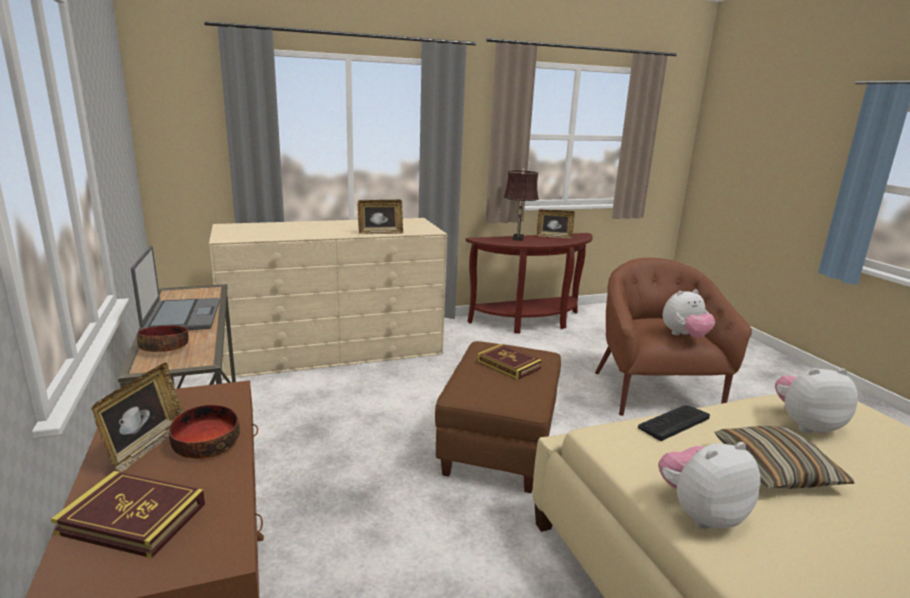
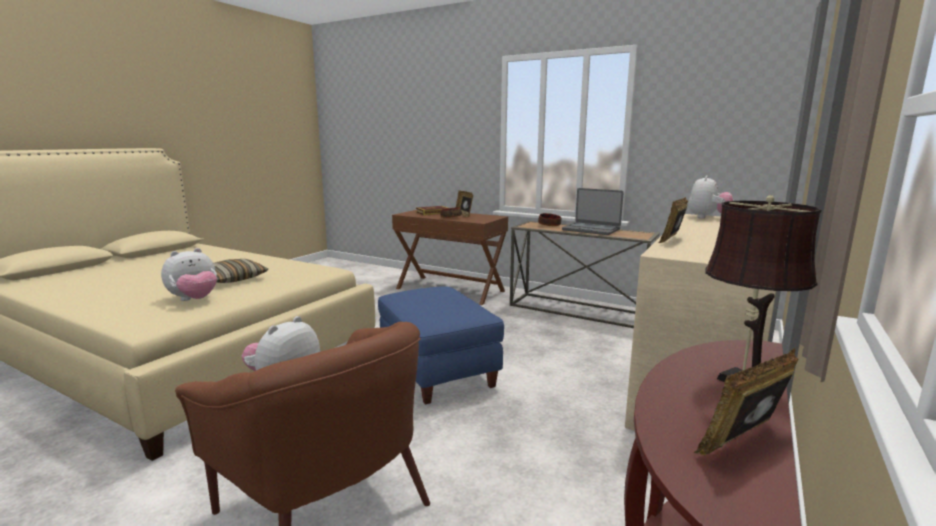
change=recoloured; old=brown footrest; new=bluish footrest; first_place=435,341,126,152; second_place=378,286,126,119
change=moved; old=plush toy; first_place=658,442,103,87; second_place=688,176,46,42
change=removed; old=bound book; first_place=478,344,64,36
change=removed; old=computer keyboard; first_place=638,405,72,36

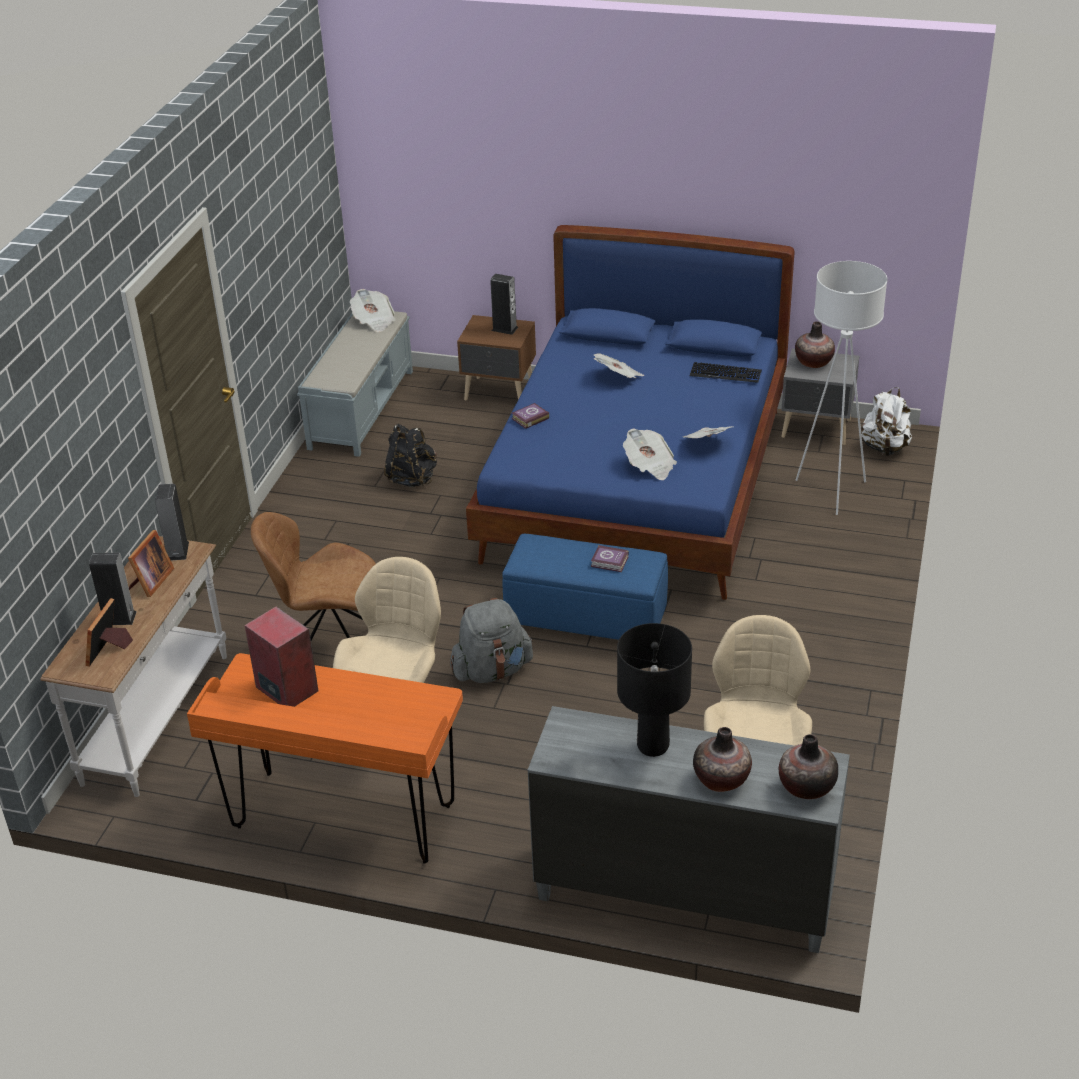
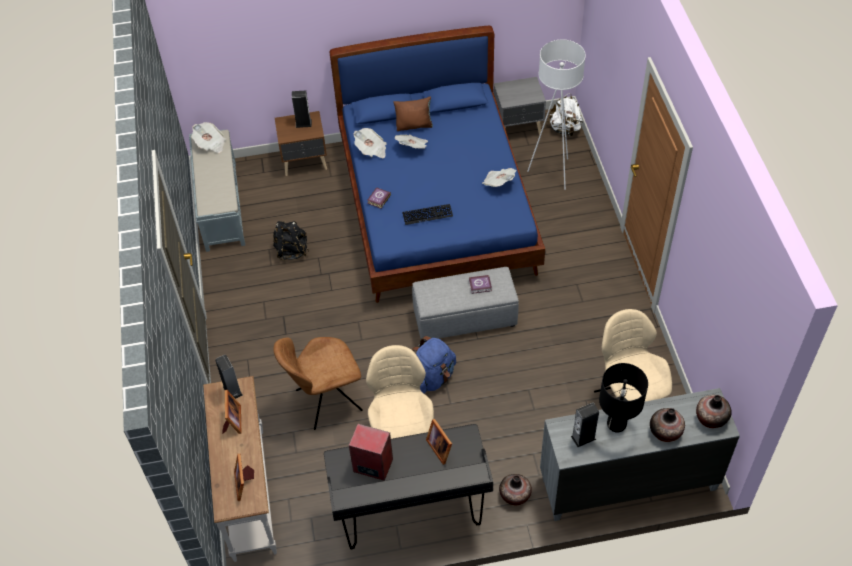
change=recoloured; old=orange desk unit; new=black desk unit; first_place=187,653,276,211; second_place=324,424,169,125
change=moved; old=printed paper; first_place=623,428,54,52; second_place=354,128,33,30
change=added; new=brown cushion; second_place=393,96,40,35
change=moved; old=computer keyboard; first_place=690,362,72,21; second_place=402,204,51,21
change=recoloured; old=bluish footrest; new=gray footrest; first_place=502,534,166,106; second_place=412,267,107,75
change=recoloured; old=gray backpack; new=bluish backpack; first_place=450,598,84,85; second_place=412,336,44,57
change=added; new=photo frame; second_place=426,419,26,46
change=moved; old=vase; first_place=795,321,40,47; second_place=499,474,33,31
change=moved; old=speaker; first_place=89,553,48,72; second_place=571,403,28,44

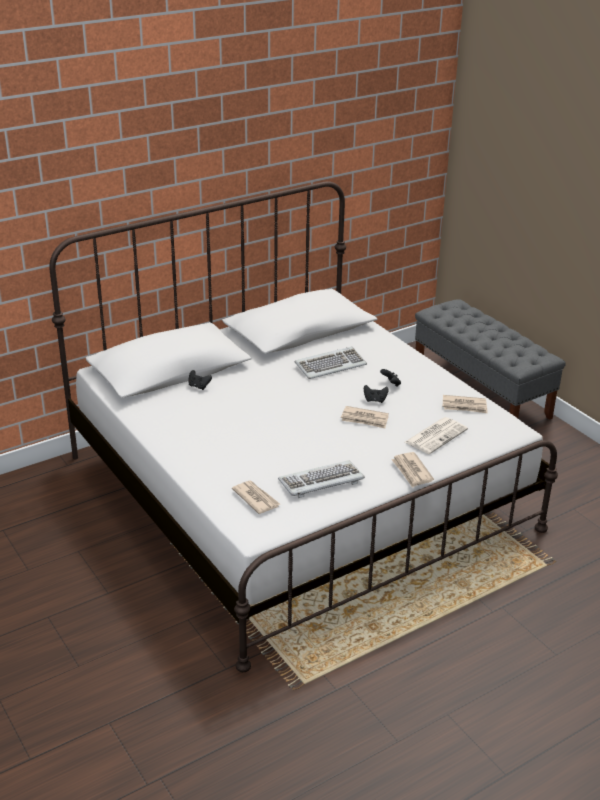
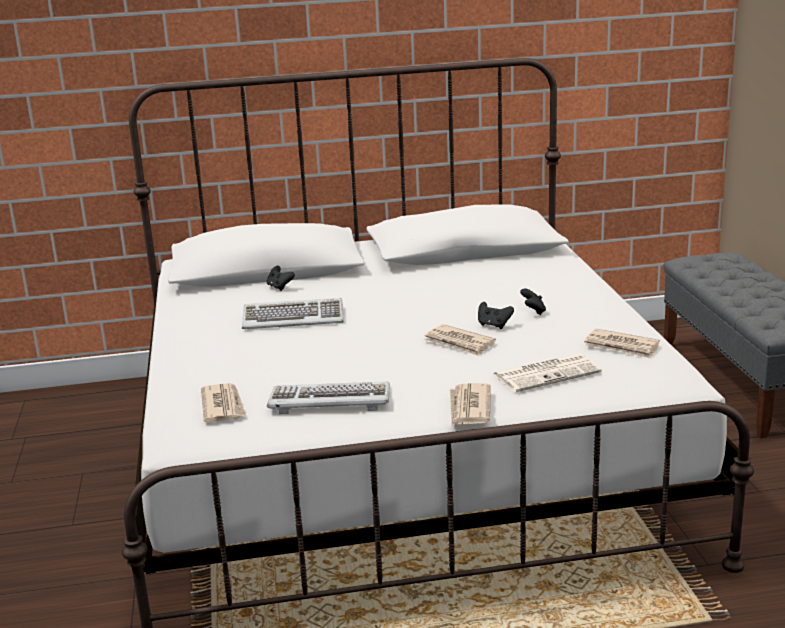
change=moved; old=computer keyboard; first_place=295,347,72,32; second_place=242,298,102,31

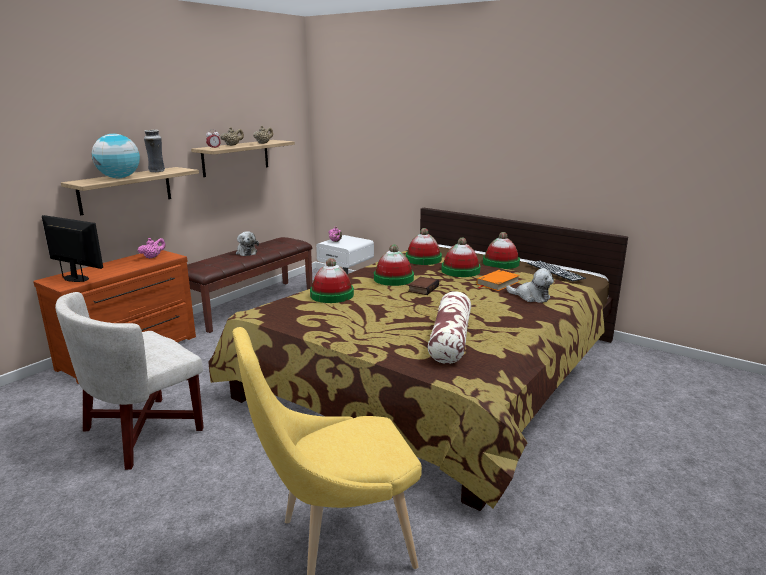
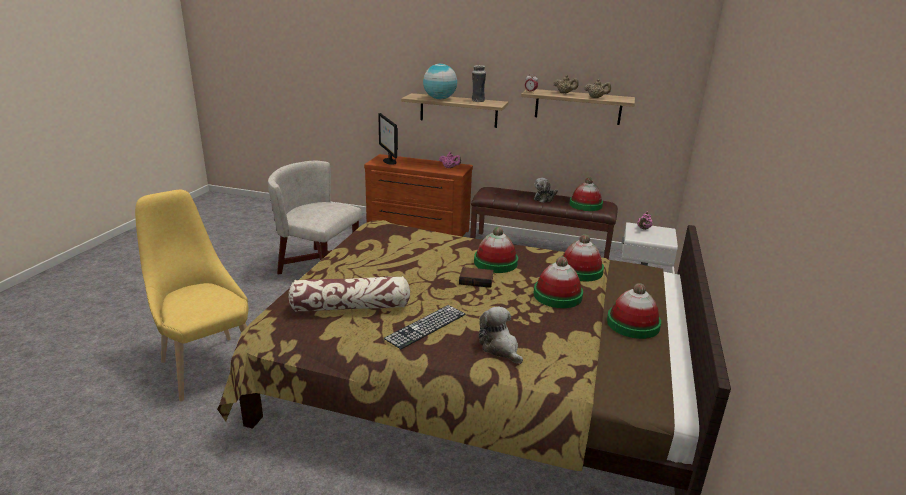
change=turned; old=computer display; first_place=42,215,61,67; second_place=378,113,20,52; degrees=150
change=moved; old=computer keyboard; first_place=527,260,59,21; second_place=384,305,82,44
change=turned; old=plush toy; first_place=506,268,48,35; second_place=479,307,44,57; degrees=135
change=moved; old=clothing hat; first_place=310,258,44,45; second_place=569,177,34,34
change=removed; old=orange bound book; first_place=477,270,43,21

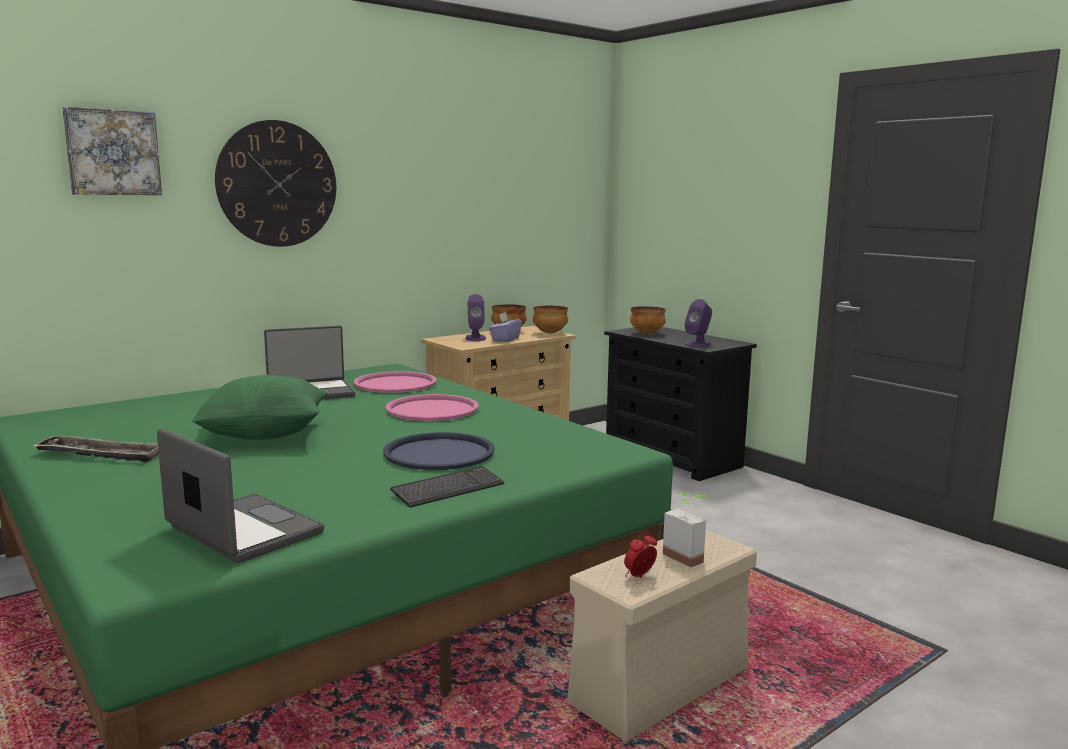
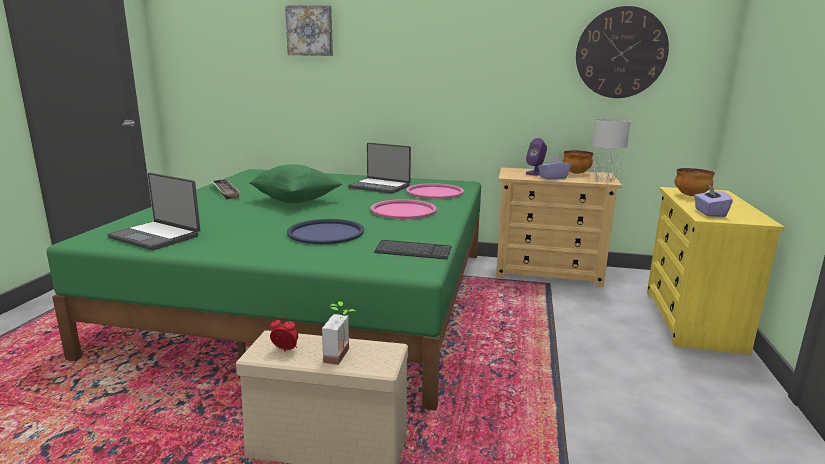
change=turned; old=portable computer; first_place=157,429,167,134; second_place=107,173,93,77; degrees=120
change=moved; old=computer keyboard; first_place=390,466,114,41; second_place=374,240,78,20
change=moved; old=wall clock; first_place=215,120,121,127; second_place=576,6,93,92
change=replaced; old=bowl; new=gray table lamp; first_place=533,306,35,27; second_place=592,118,39,64
change=recoloured; old=black drawer chest; new=yellow-coloured drawer chest; first_place=604,327,153,154; second_place=647,187,138,168
change=replaced; old=purple-coloured speaker; new=purple-coloured box of tissues; first_place=685,299,27,48; second_place=694,184,39,33

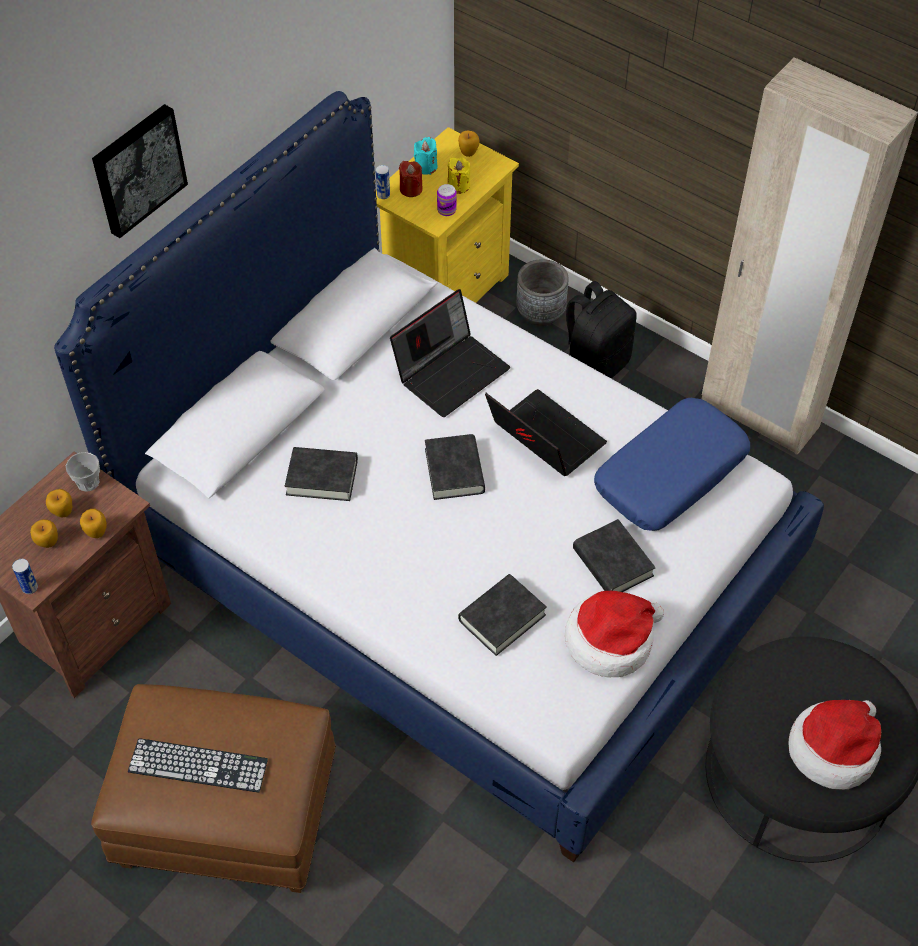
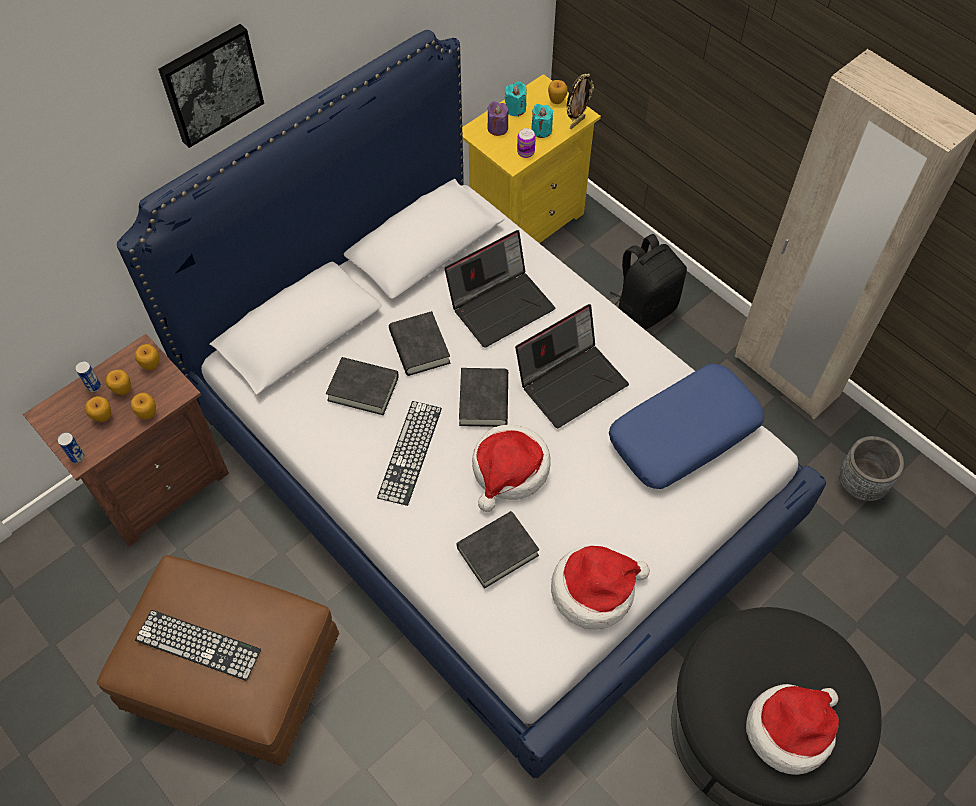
change=moved; old=metal can; first_place=376,165,14,34; second_place=75,361,26,31
change=replaced; old=small cup; new=apple; first_place=66,452,34,40; second_place=135,344,25,26
change=added; new=computer keyboard; second_place=377,401,65,105
change=moved; old=black bound book; first_place=573,519,82,73; second_place=389,311,61,65
change=added; new=clothing hat; second_place=472,424,79,88
change=recoloured; old=reddish candle; new=purple-coloured candle; first_place=399,161,24,36; second_place=487,101,22,35
change=turned; old=portable computer; first_place=485,389,122,87; second_place=515,304,114,124; degrees=90
change=recoloured; old=yellow-coloured candle; new=blue-green candle; first_place=447,158,23,36; second_place=531,104,22,34
change=added; new=photo frame; second_place=567,73,27,56
change=moved; old=gray planter; first_place=516,259,53,68; second_place=839,436,65,65

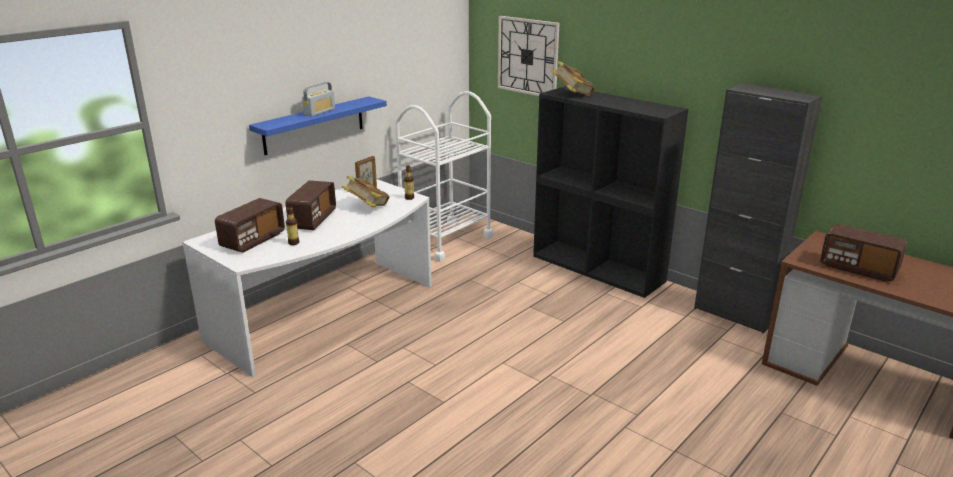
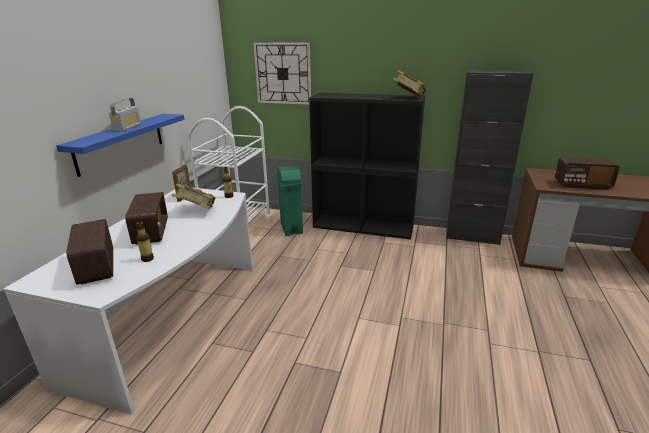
change=turned; old=radio receiver; first_place=215,198,70,55; second_place=66,219,47,66; degrees=150
change=added; new=green-coloured waste bin; second_place=277,166,26,70
change=moved; old=bound book; first_place=552,61,43,35; second_place=393,70,33,28

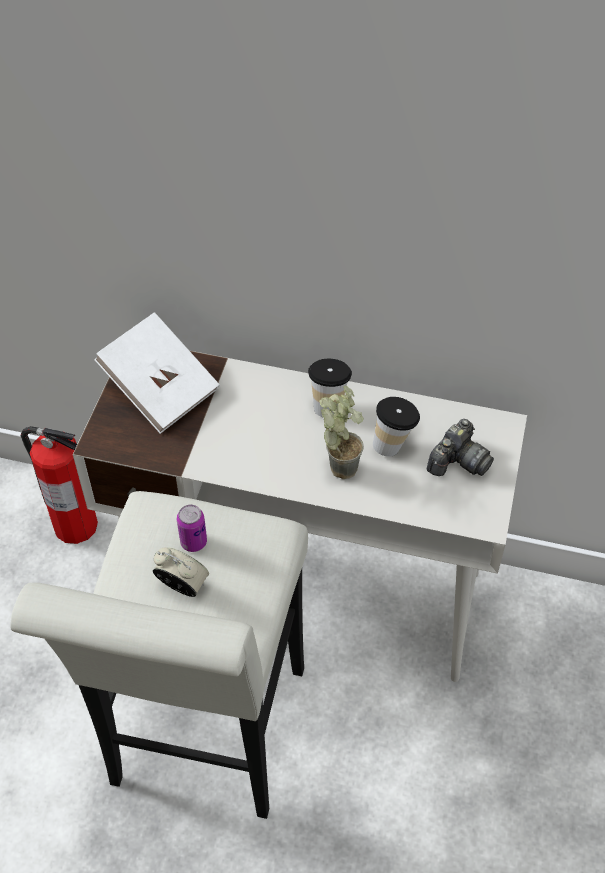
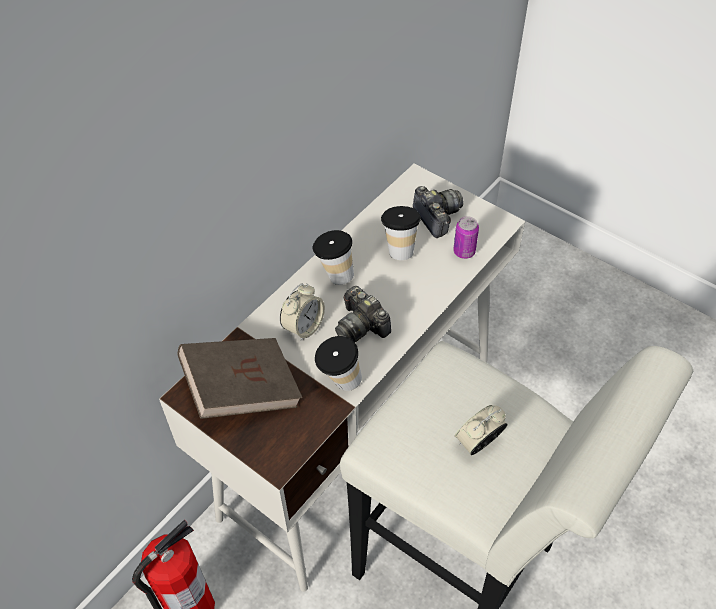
change=recoloured; old=whitish bound book; new=brown bound book; first_place=94,312,126,122; second_place=177,338,125,81
change=added; new=alarm clock; second_place=280,283,45,58
change=added; new=small cup; second_place=315,336,47,55
change=added; new=still camera; second_place=335,286,56,56
change=moved; old=metal can; first_place=177,505,30,47; second_place=453,216,26,43
change=removed; old=houseplant; first_place=319,386,45,93

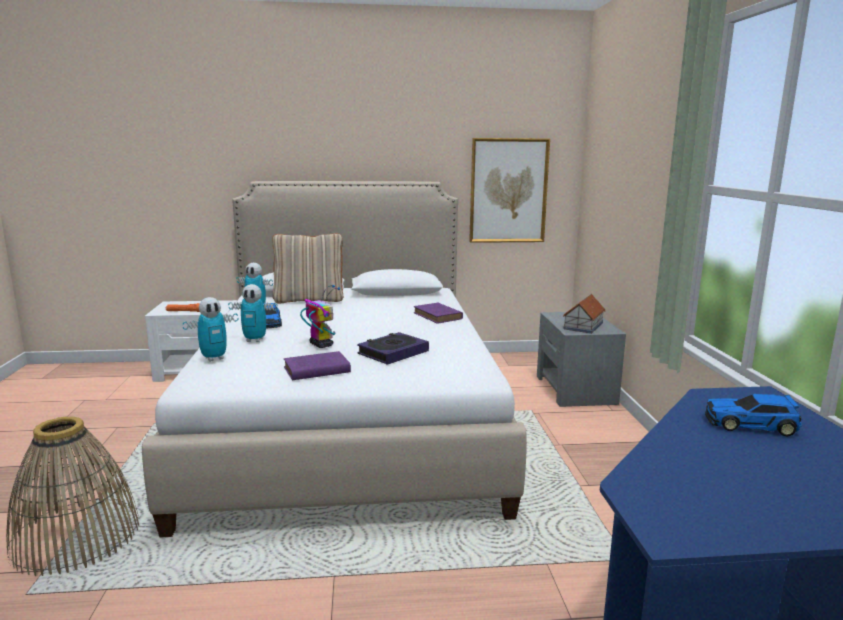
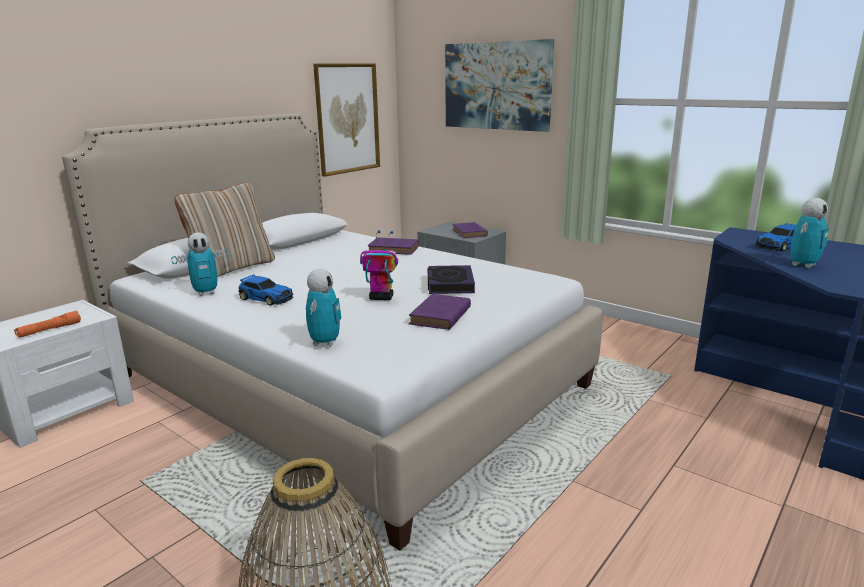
change=added; new=wall picture; second_place=445,39,109,93
change=replaced; old=miniature house; new=purple-coloured bound book; first_place=563,294,42,40; second_place=452,222,36,16
change=moved; old=model robot; first_place=228,284,50,58; second_place=791,198,38,70

